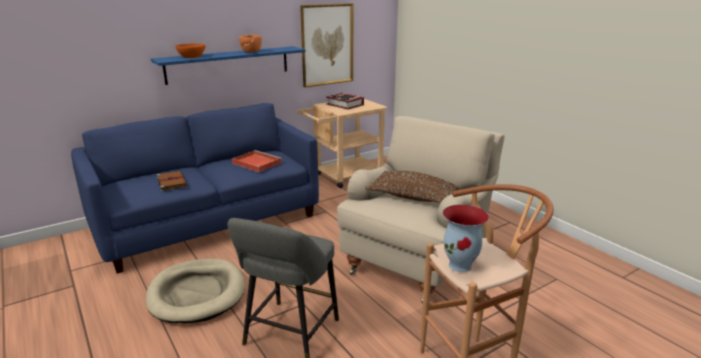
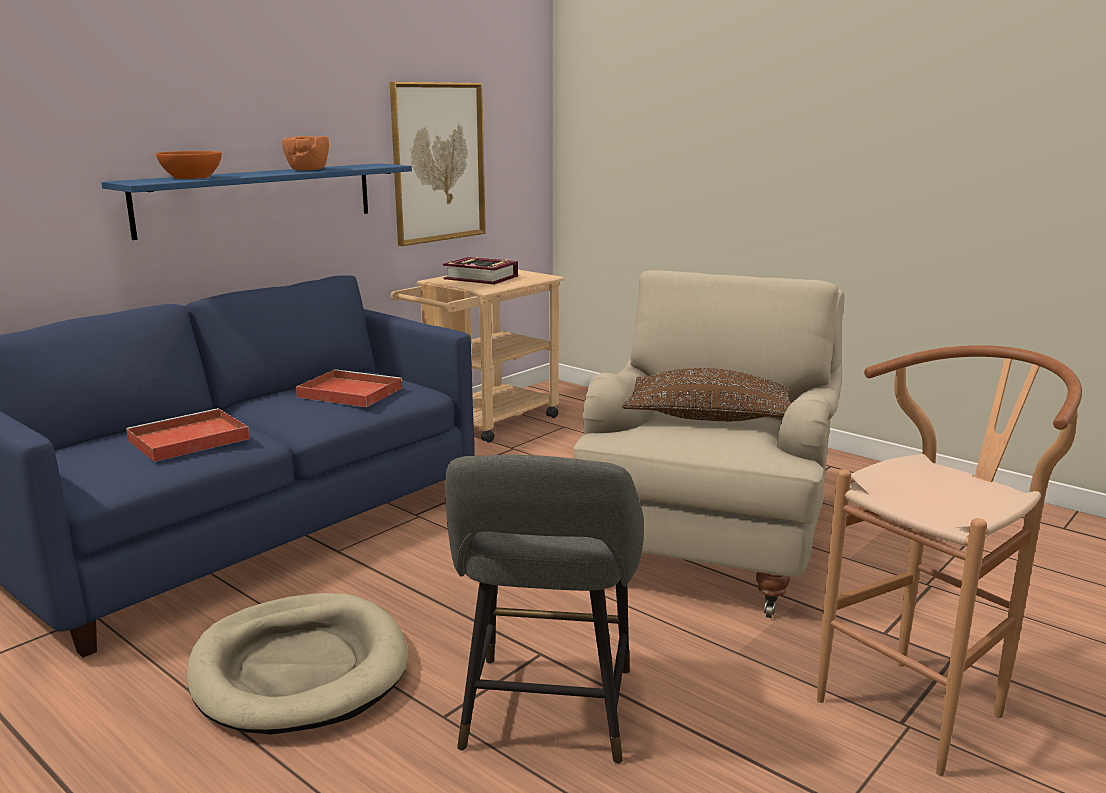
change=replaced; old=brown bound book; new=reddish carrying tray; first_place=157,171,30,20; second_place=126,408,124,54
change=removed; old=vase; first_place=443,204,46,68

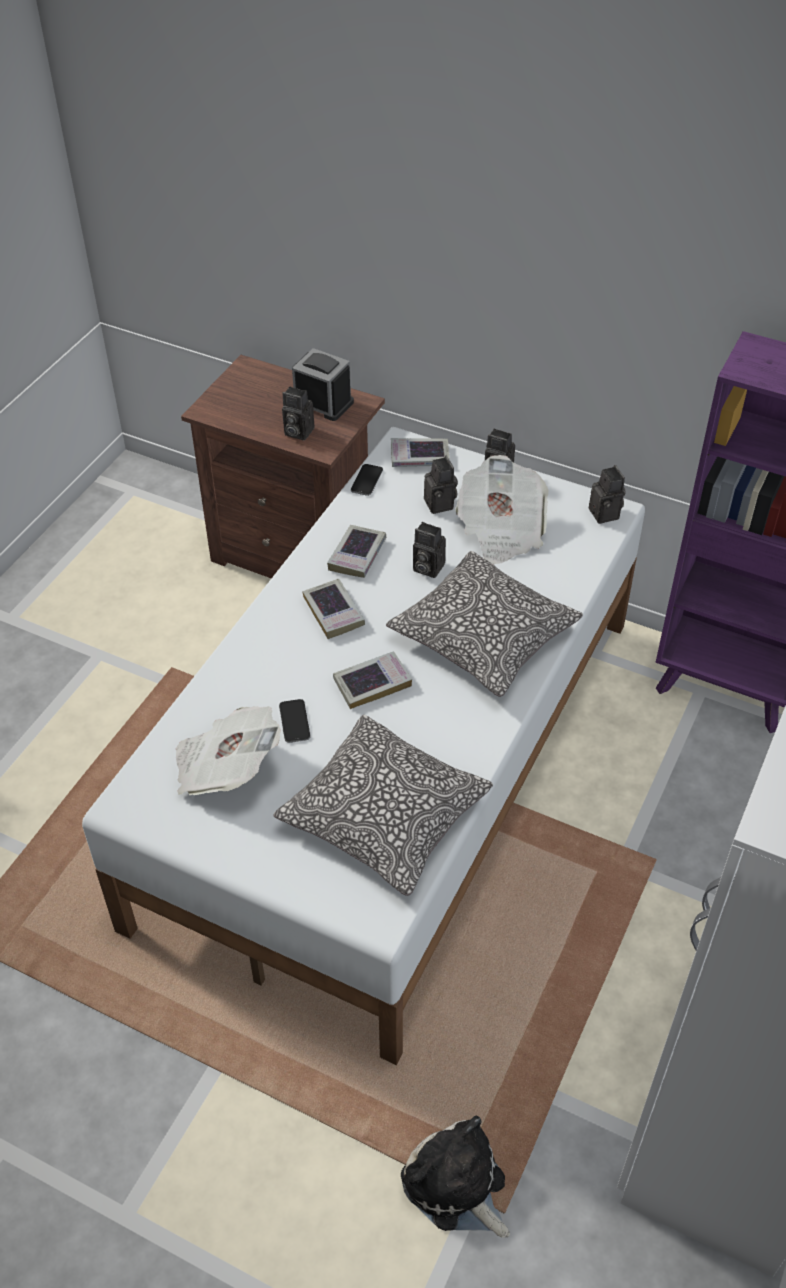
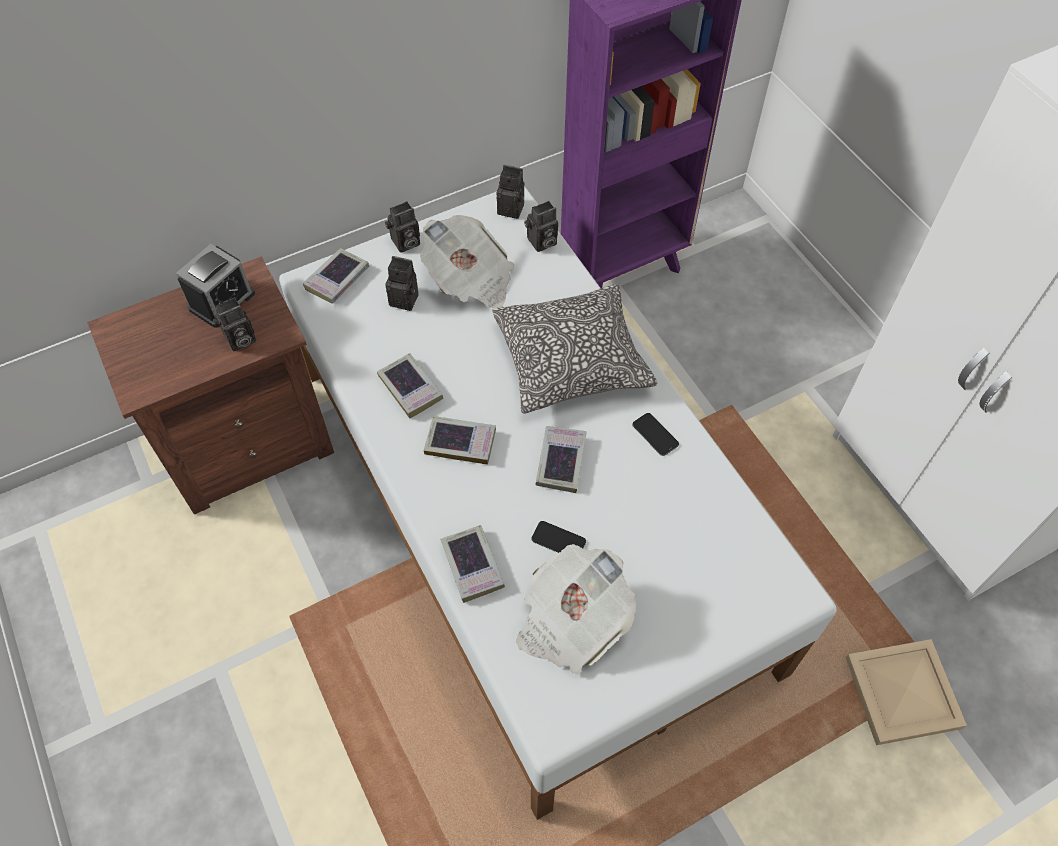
change=turned; old=alarm clock; first_place=292,348,62,73; second_place=176,244,79,84; degrees=150
change=added; new=bound book; second_place=440,525,65,78
change=moved; old=still camera; first_place=413,522,33,56; second_place=524,201,34,51
change=moved; old=telephone; first_place=351,464,32,32; second_place=632,413,47,43
change=replaced; old=plush toy; new=beige carrying tray; first_place=401,1116,109,122; second_place=846,639,121,106
change=removed; old=cushion; first_place=273,715,220,181

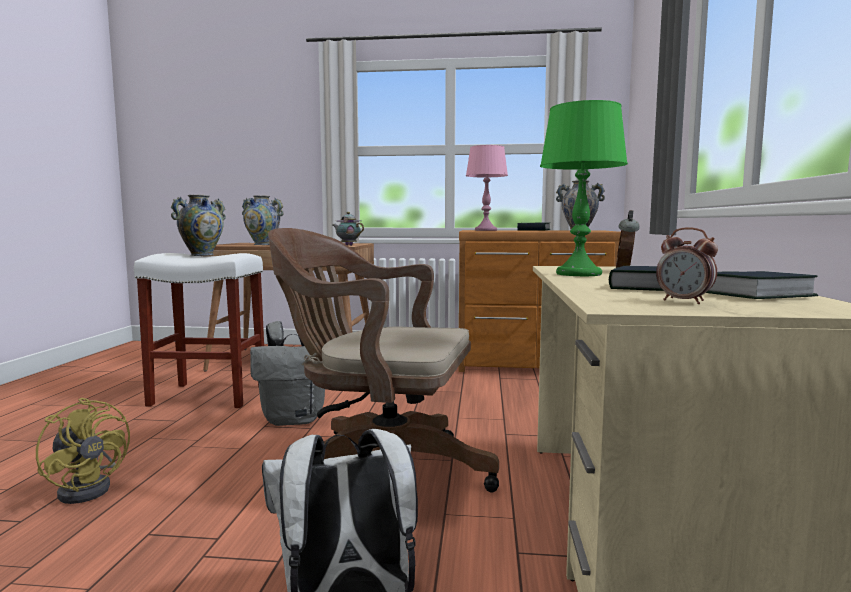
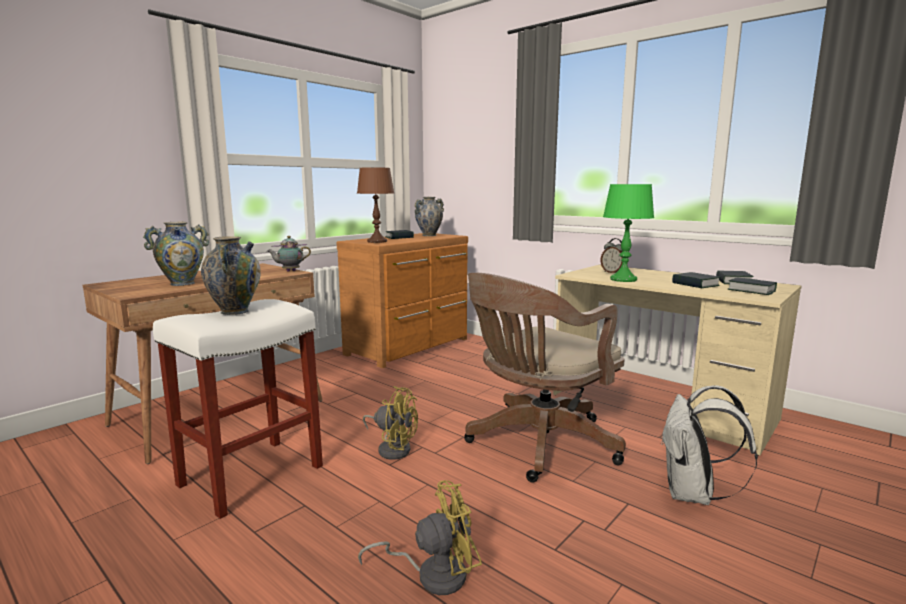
change=recoloured; old=pink table lamp; new=brown table lamp; first_place=466,145,42,86; second_place=357,167,37,76
change=replaced; old=gray backpack; new=yellow-coloured fan; first_place=250,321,75,105; second_place=363,386,55,74
change=replaced; old=alarm clock; new=bound book; first_place=656,227,62,77; second_place=727,277,50,18

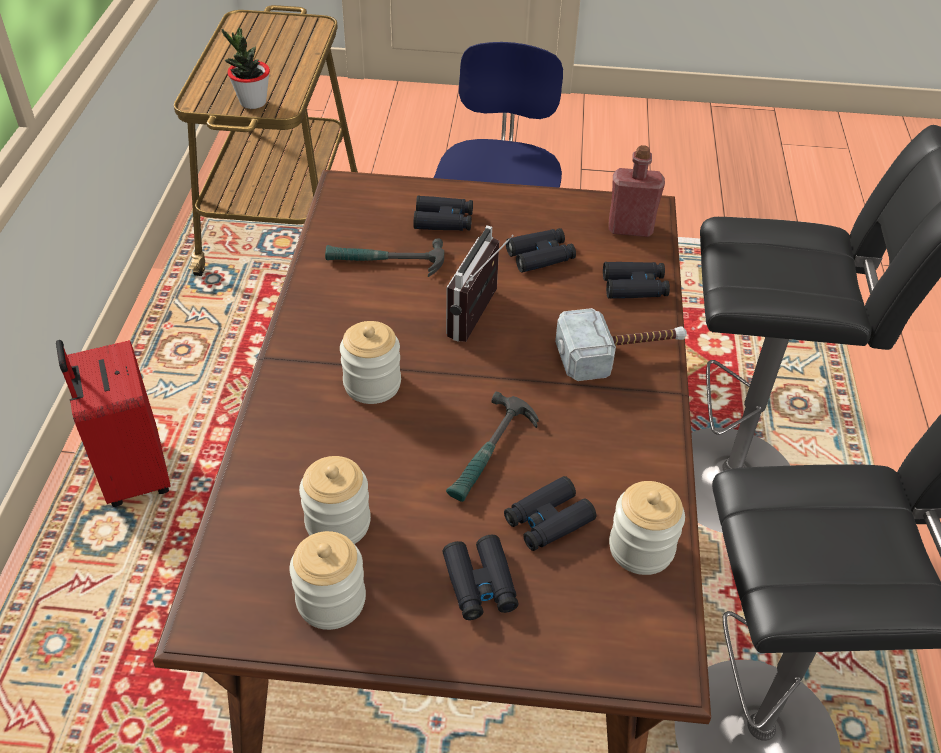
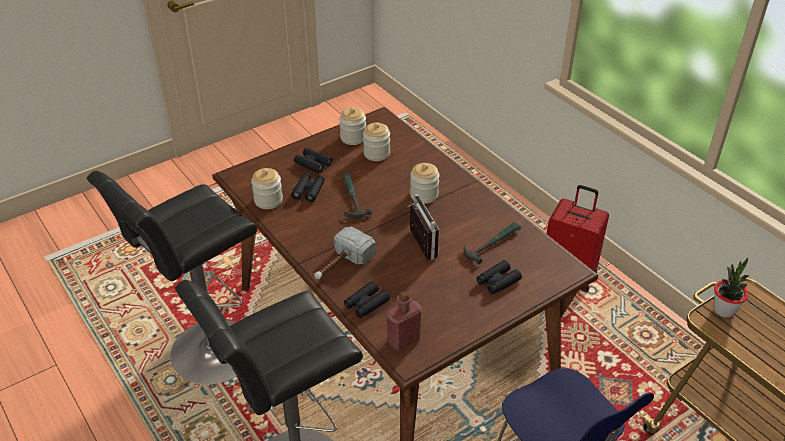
change=removed; old=black pair of binoculars; first_place=506,228,70,45

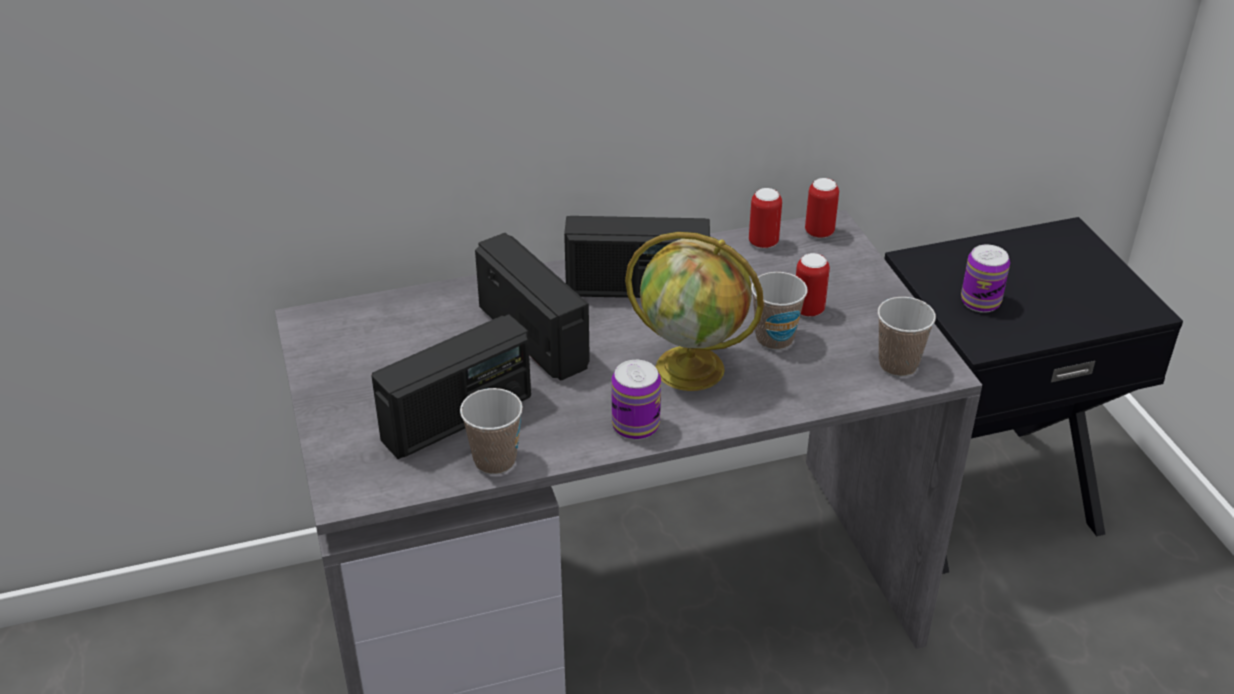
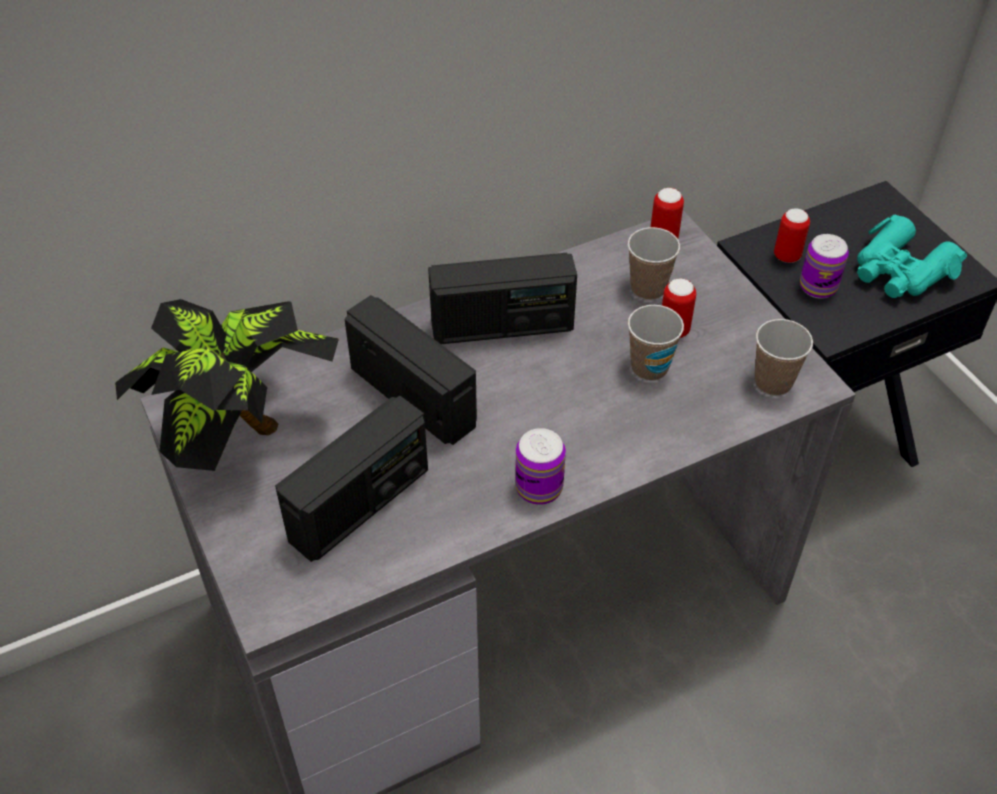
change=added; new=houseplant; second_place=115,299,224,172
change=moved; old=small cup; first_place=460,388,63,87; second_place=628,227,52,73
change=moved; old=metal can; first_place=749,188,33,61; second_place=774,208,36,55
change=added; new=blue-green pair of binoculars; second_place=857,215,110,83
change=removed; old=globe; first_place=625,232,139,159

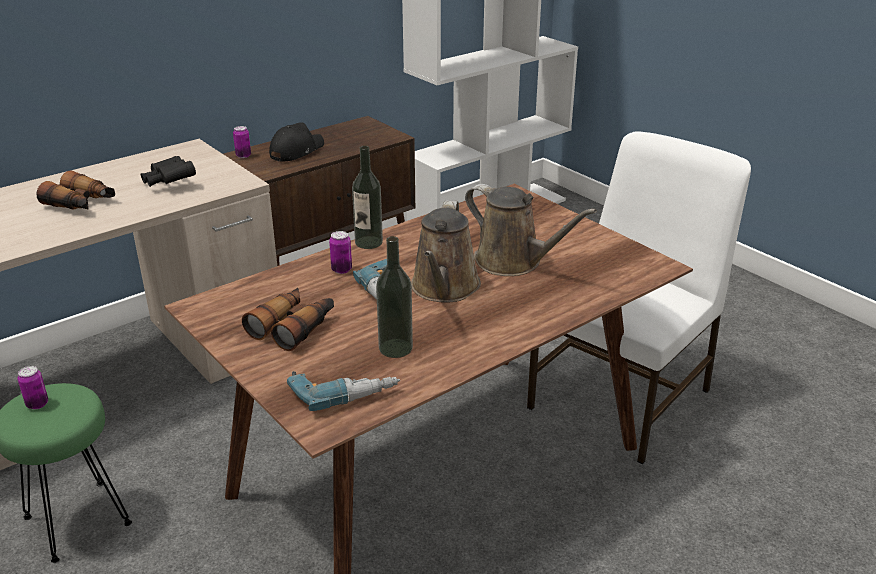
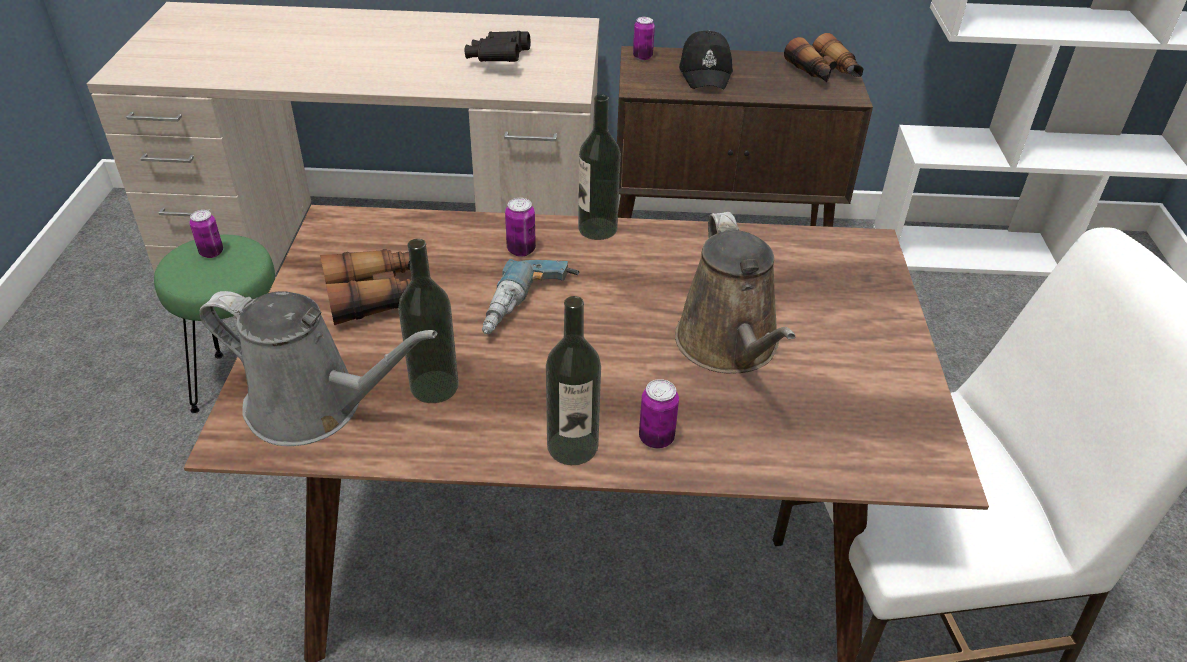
change=replaced; old=power drill; new=gray watering can; first_place=287,371,113,40; second_place=199,291,238,155
change=added; new=bottle; second_place=546,296,55,169
change=added; new=metal can; second_place=639,379,40,69
change=turned; old=black cap; first_place=269,122,55,40; second_place=679,30,54,59; degrees=105
change=moved; old=pair of binoculars; first_place=36,171,79,38; second_place=784,33,80,49
change=removed; old=brown watering can; first_place=411,201,70,102

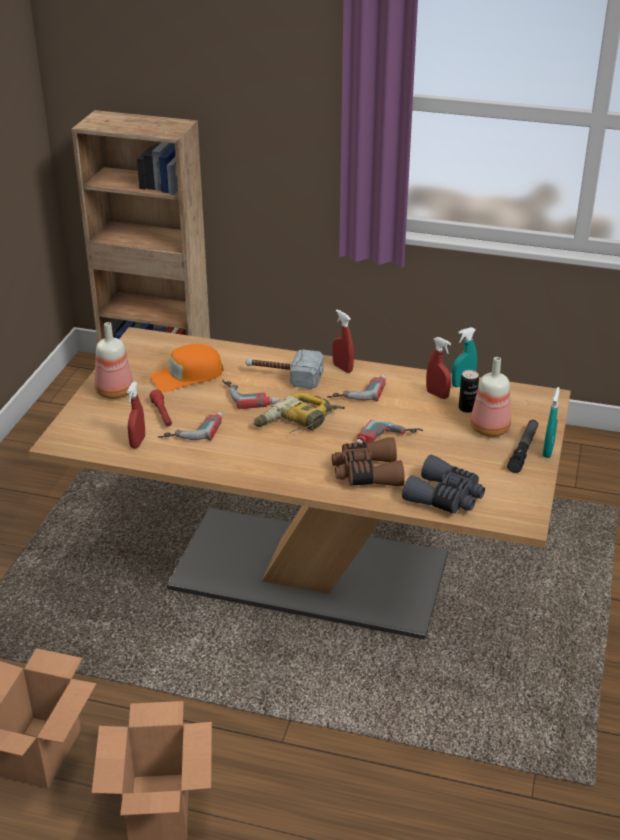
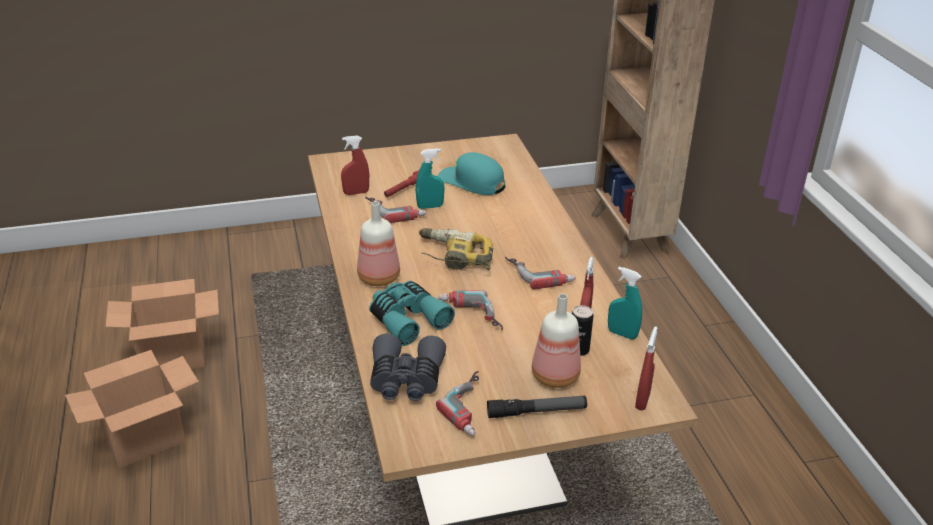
change=moved; old=bottle; first_place=95,322,38,77; second_place=357,201,43,85
change=recoloured; old=brown pair of binoculars; new=blue-green pair of binoculars; first_place=332,437,73,49; second_place=369,281,86,65
change=moved; old=blue-green hand sprayer; first_place=543,387,17,71; second_place=416,148,29,61
change=moved; old=power drill; first_place=222,380,58,29; second_place=436,371,43,65
change=recoloured; old=orange cap; new=blue-green cap; first_place=151,344,72,48; second_place=437,152,68,43
change=moved; old=reddish hand sprayer; first_place=333,310,21,63; second_place=635,326,22,84
change=removed; old=tool hammer; first_place=245,349,79,40

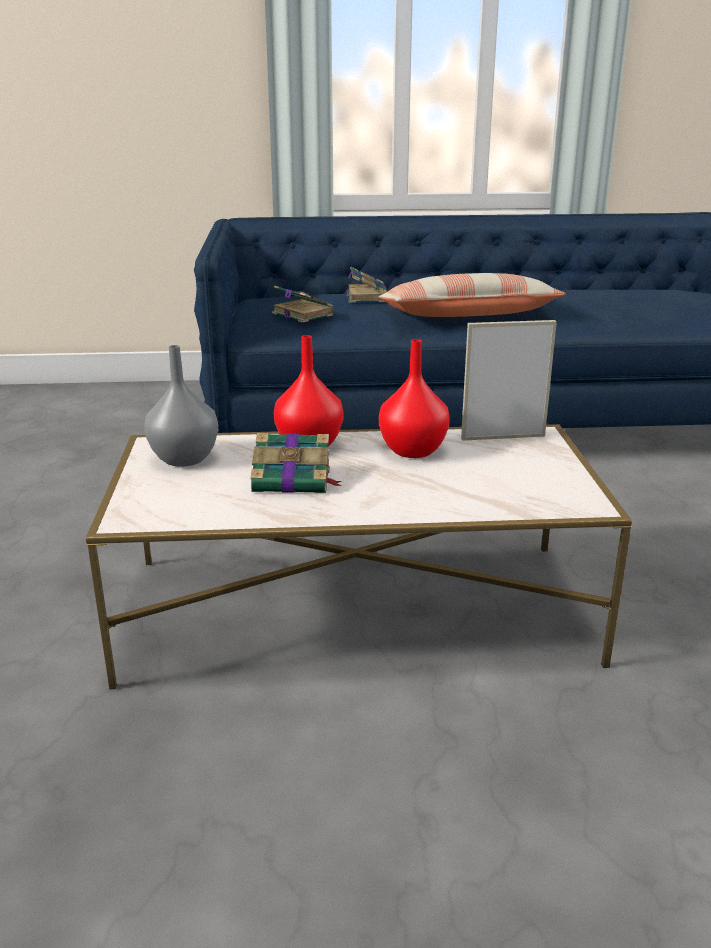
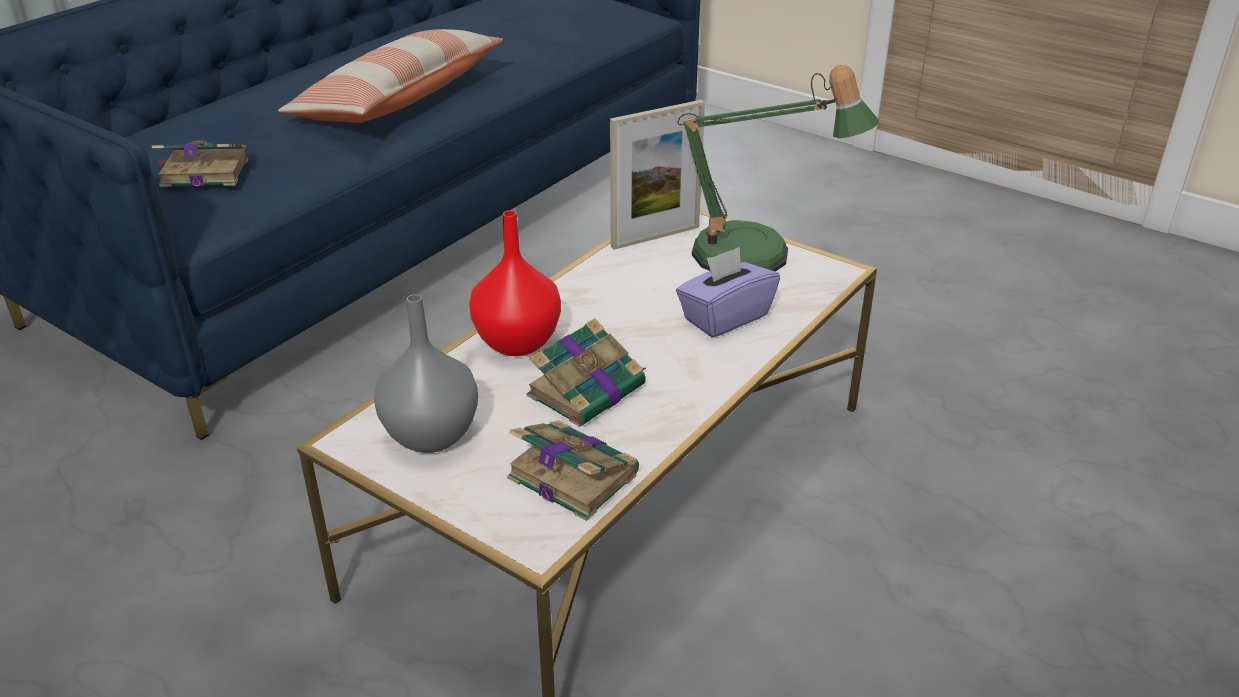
change=moved; old=bound book; first_place=346,267,41,36; second_place=507,420,132,101
change=turned; old=photo frame; first_place=461,320,96,121; second_place=610,100,95,150; degrees=-150
change=added; new=purple-coloured box of tissues; second_place=676,247,104,91
change=added; new=table lamp; second_place=678,65,201,207
change=removed; old=reddish vase; first_place=379,339,71,119

